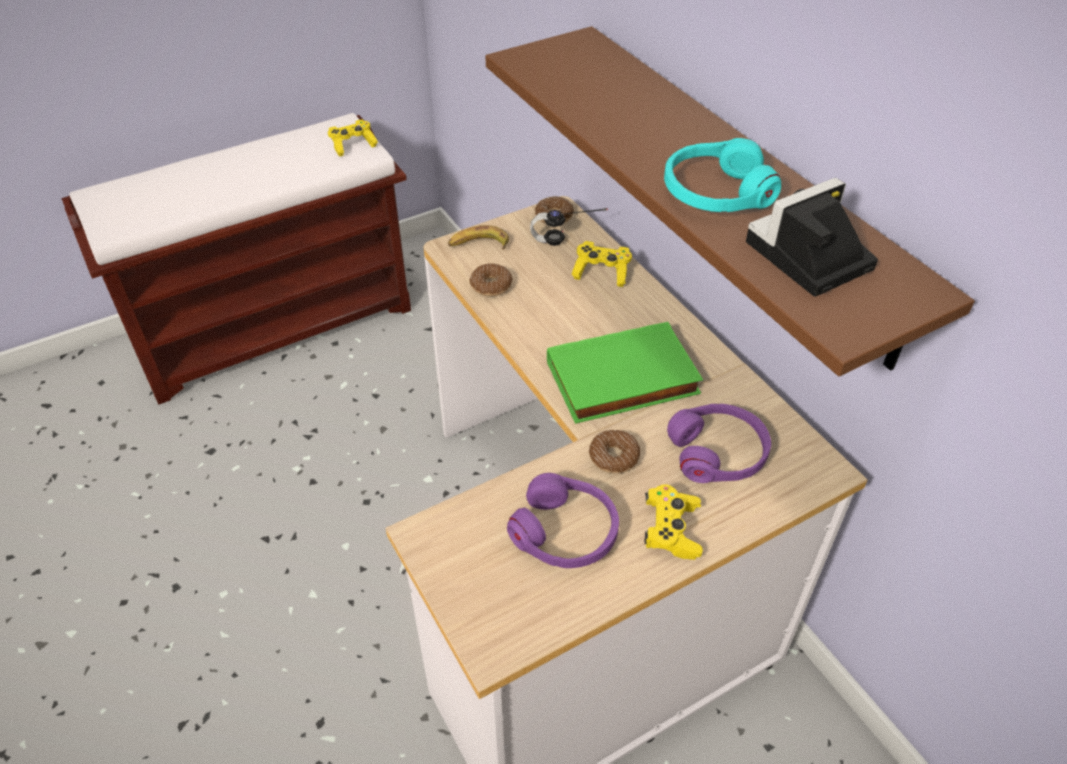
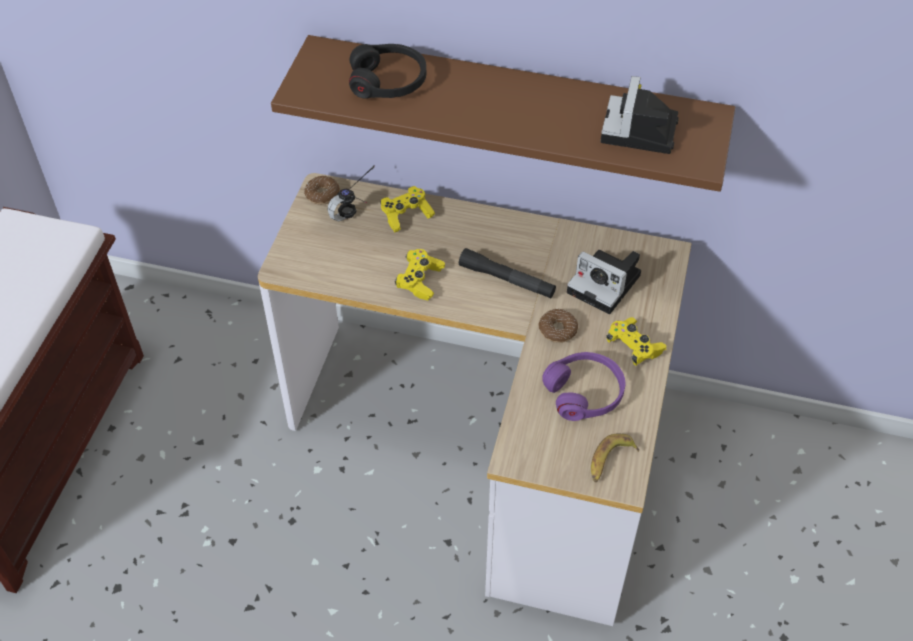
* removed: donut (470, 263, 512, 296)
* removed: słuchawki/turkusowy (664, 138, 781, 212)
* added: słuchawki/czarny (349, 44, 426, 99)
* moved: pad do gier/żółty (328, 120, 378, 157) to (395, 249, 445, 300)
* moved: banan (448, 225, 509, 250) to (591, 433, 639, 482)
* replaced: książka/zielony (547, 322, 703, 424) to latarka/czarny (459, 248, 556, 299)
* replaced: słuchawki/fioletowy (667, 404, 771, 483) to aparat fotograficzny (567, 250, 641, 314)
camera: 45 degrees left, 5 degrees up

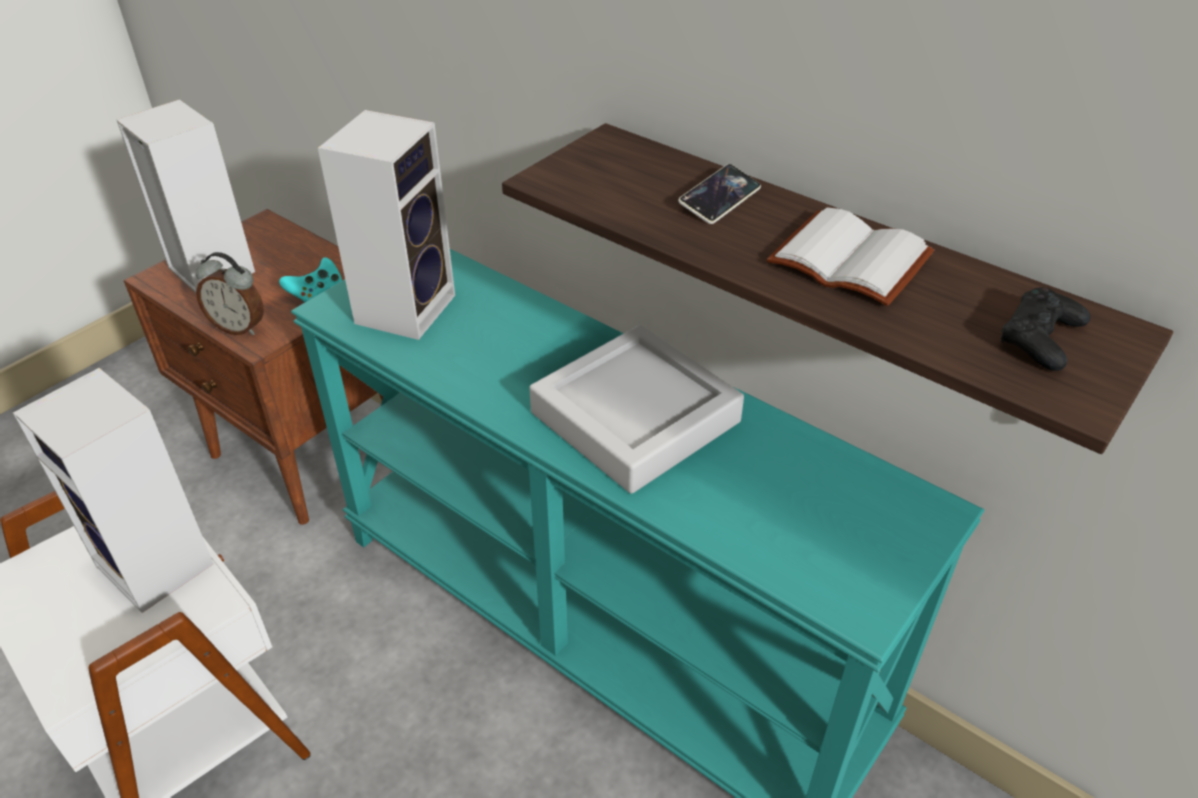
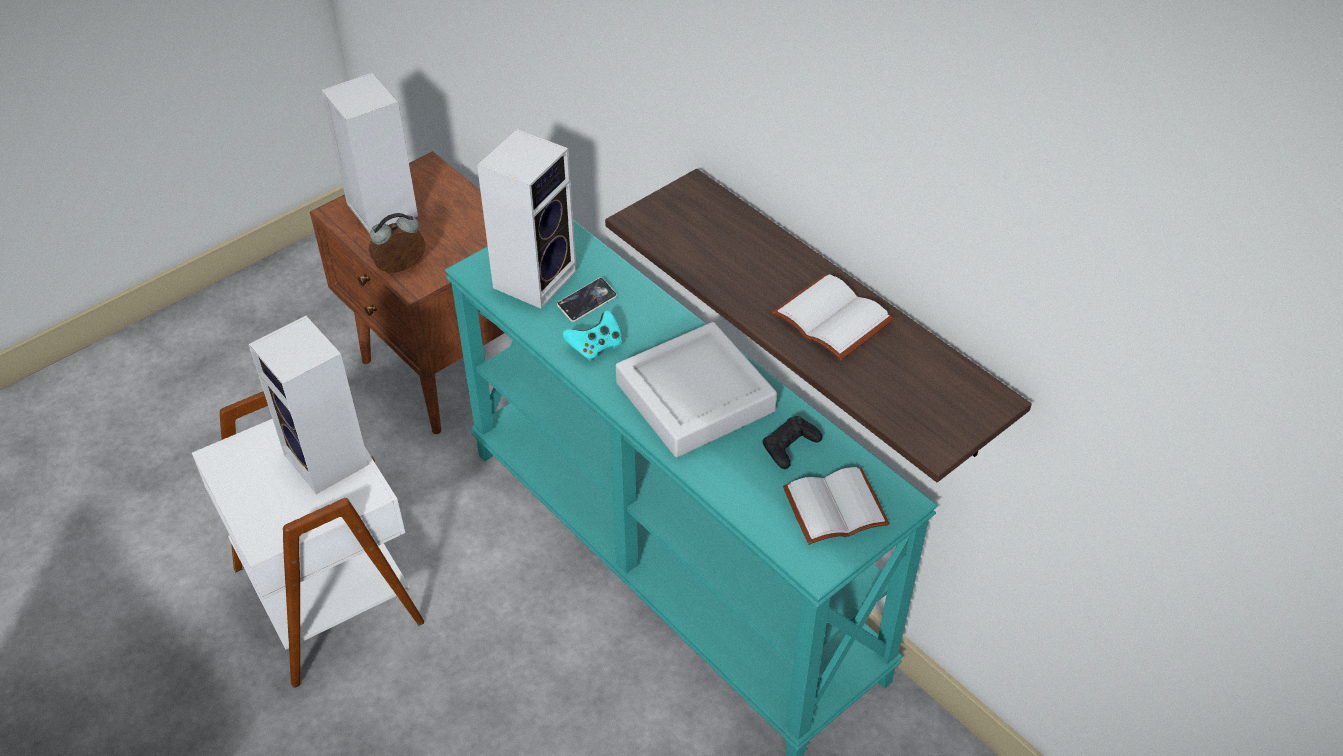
* added: książka/biały (783, 467, 890, 545)
* moved: pad do gier/turkusowy (279, 257, 342, 302) to (563, 311, 622, 361)
* moved: telefon (678, 164, 761, 224) to (557, 278, 617, 322)
* moved: pad do gier/czarny (1001, 287, 1091, 371) to (763, 416, 822, 469)
* turned: budzik (196, 252, 264, 335) = (369, 213, 426, 273) 120 degrees clockwise
camera: 10 degrees right, 5 degrees up

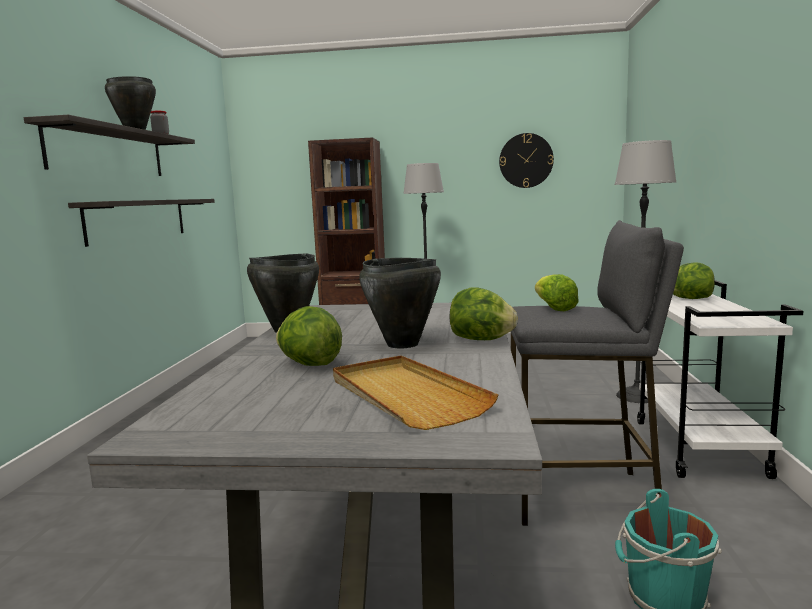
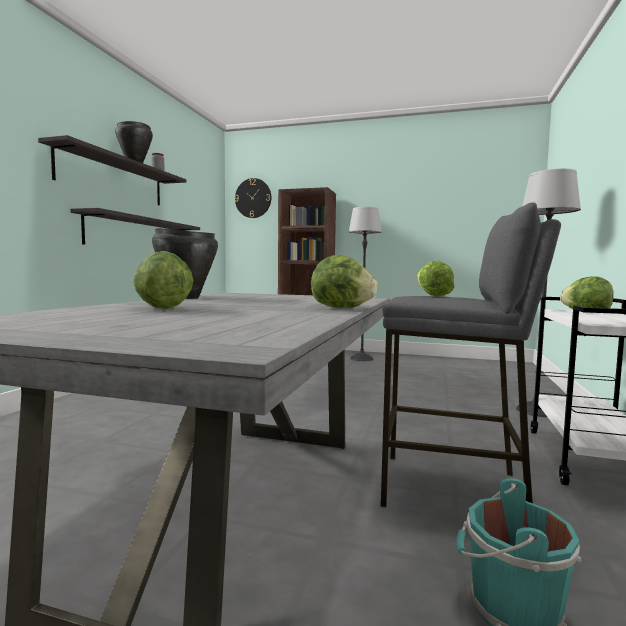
* removed: taca/beżowy (333, 355, 499, 430)
* removed: garnek/czarny (359, 258, 441, 348)
* moved: zegar ścienny (499, 133, 554, 188) to (235, 178, 271, 218)
camera: 10 degrees right, 5 degrees down

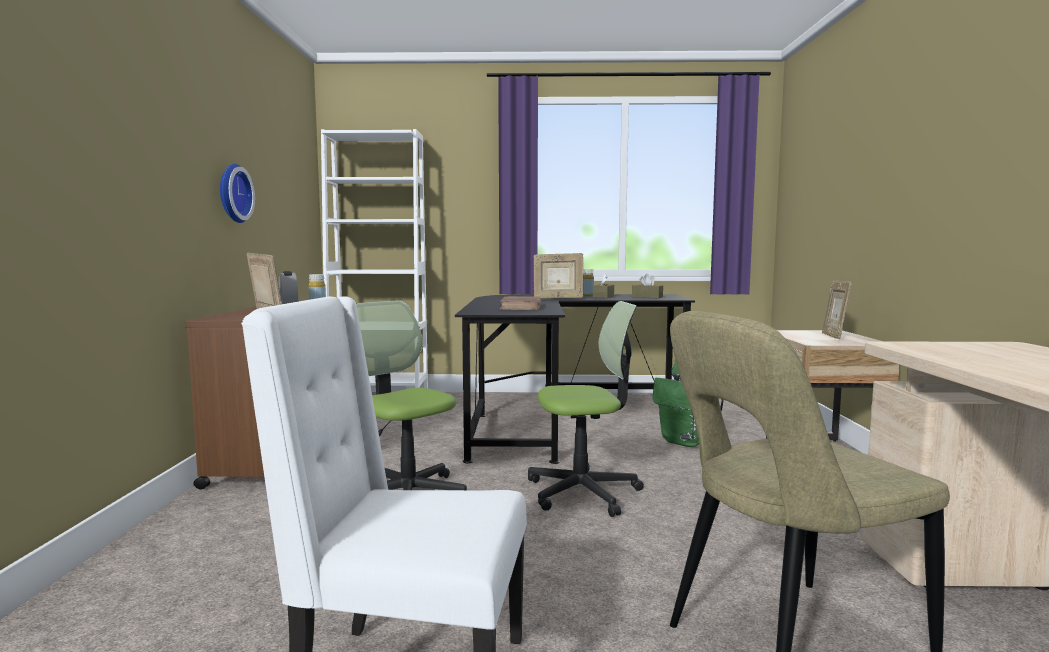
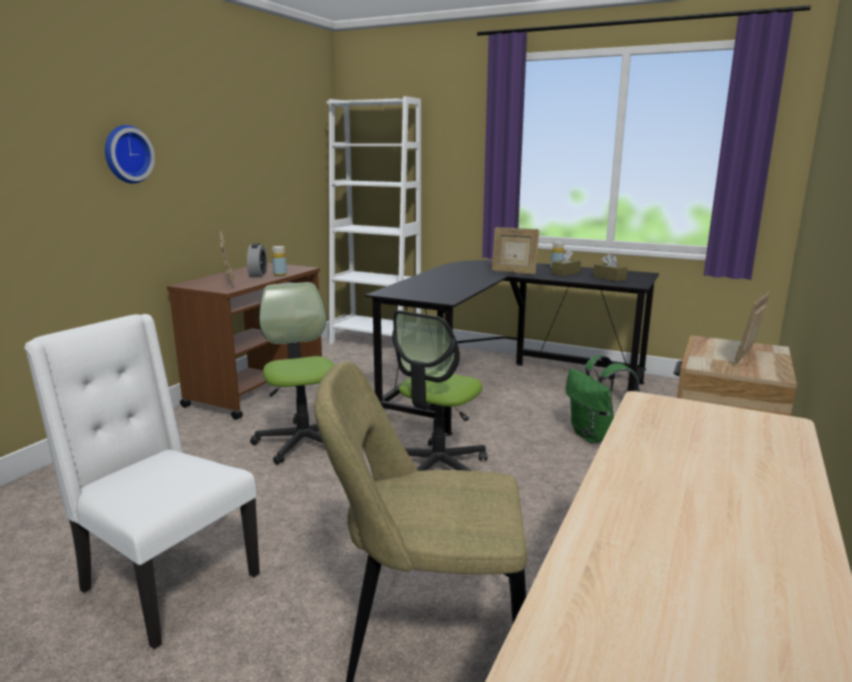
* removed: książka/brązowy (499, 296, 541, 310)
* moved: zegar ścienny (220, 164, 255, 223) to (105, 125, 155, 184)
* turned: krzesło biurowe (528, 301, 644, 517) = (392, 310, 488, 471) 105 degrees clockwise
camera: 25 degrees right, 10 degrees up

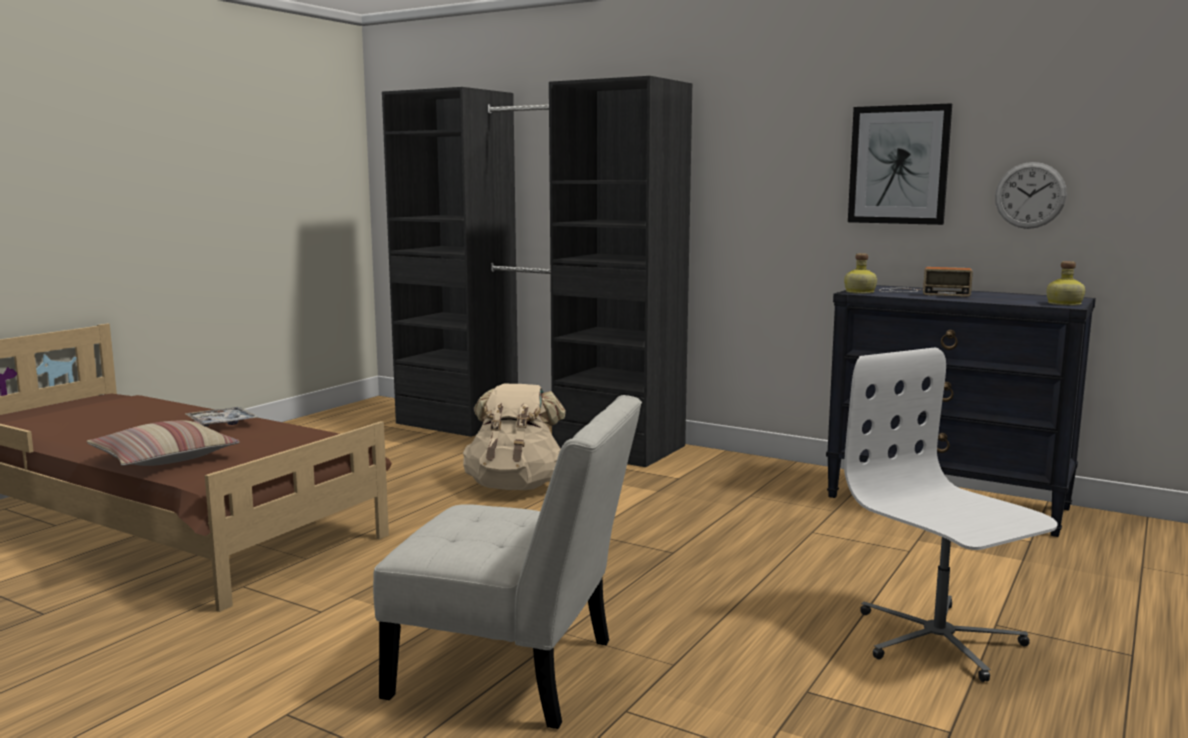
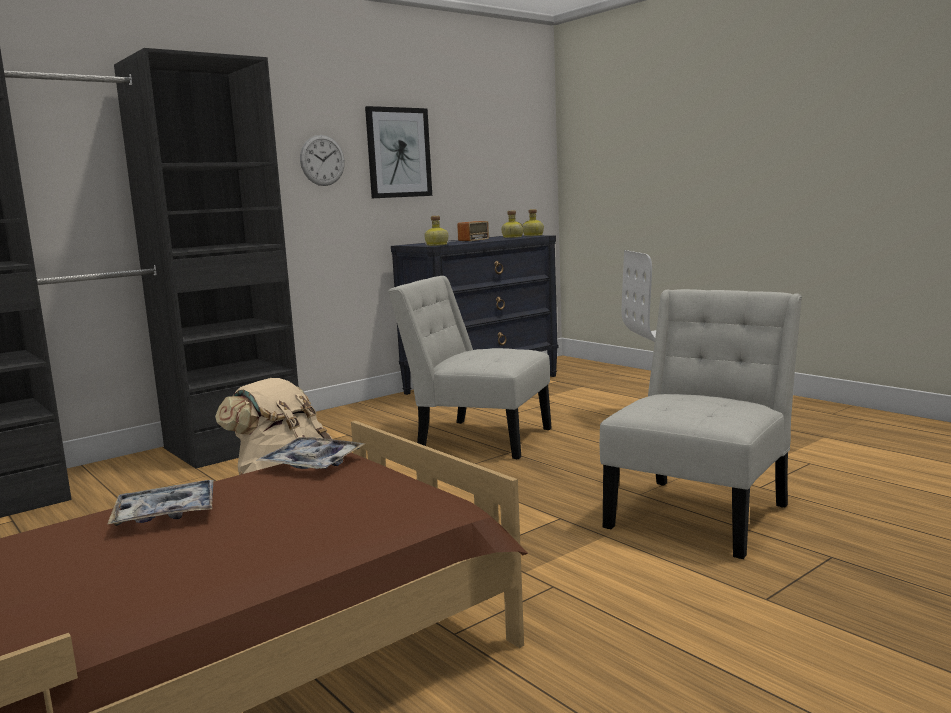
* removed: poduszka (87, 420, 239, 466)
* added: taca (256, 437, 365, 469)
* added: krzesło/biały (388, 276, 552, 459)
* added: butelka (501, 210, 523, 238)
* moved: zegar ścienny (995, 162, 1067, 229) to (300, 135, 345, 186)
camera: 70 degrees left, 0 degrees up

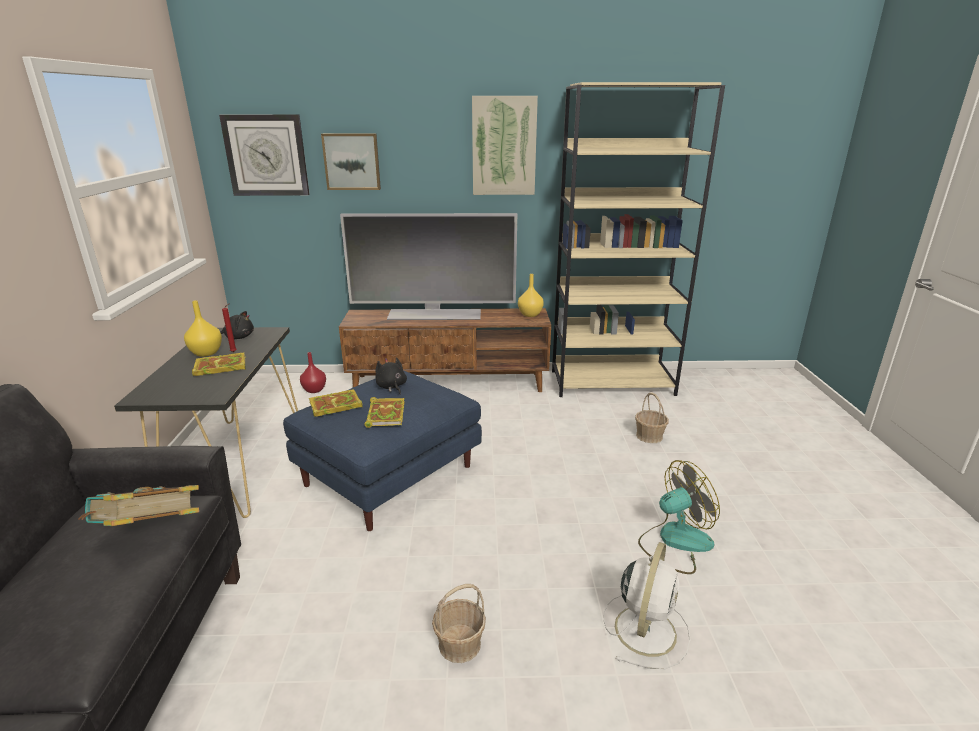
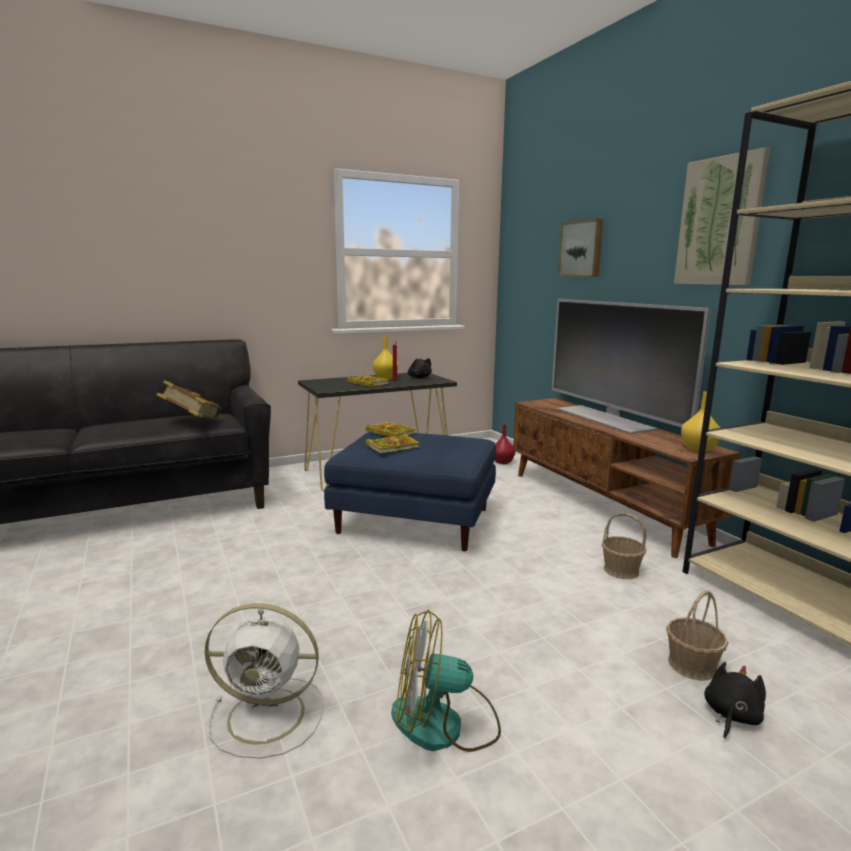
* removed: zegar ścienny (219, 115, 310, 196)
* moved: pluszak/czarny (375, 357, 407, 395) to (704, 662, 766, 739)
* moved: koszyk (432, 584, 486, 663) to (602, 513, 646, 579)
* turned: wentylator (638, 460, 720, 574) = (391, 610, 501, 752) 135 degrees clockwise
camera: 65 degrees right, 10 degrees down

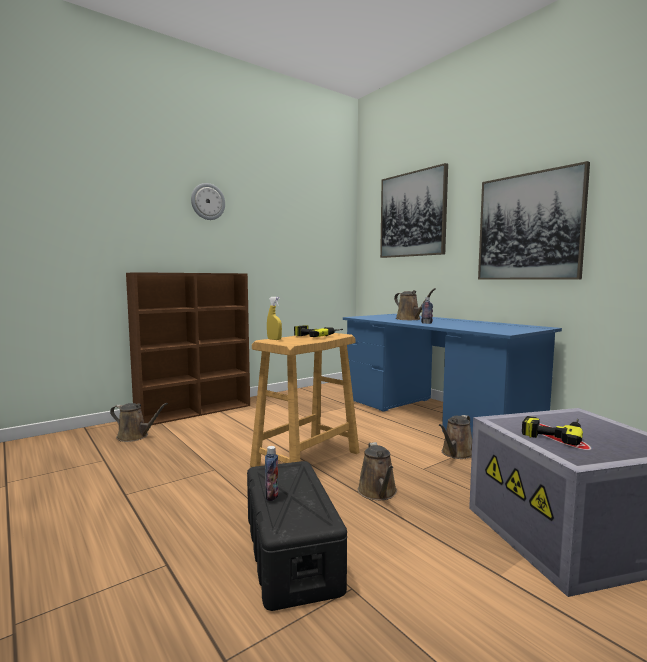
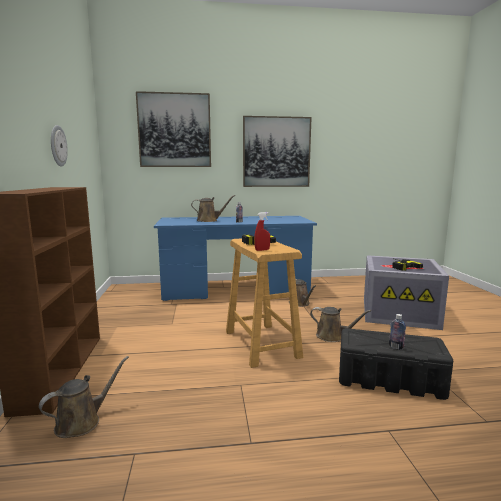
* moved: zegar ścienny (191, 183, 225, 220) to (51, 125, 68, 167)
* recoloured: spryskiwacz/żółty (267, 297, 282, 340) to spryskiwacz/czerwony (254, 212, 270, 251)
camera: 60 degrees left, 5 degrees up

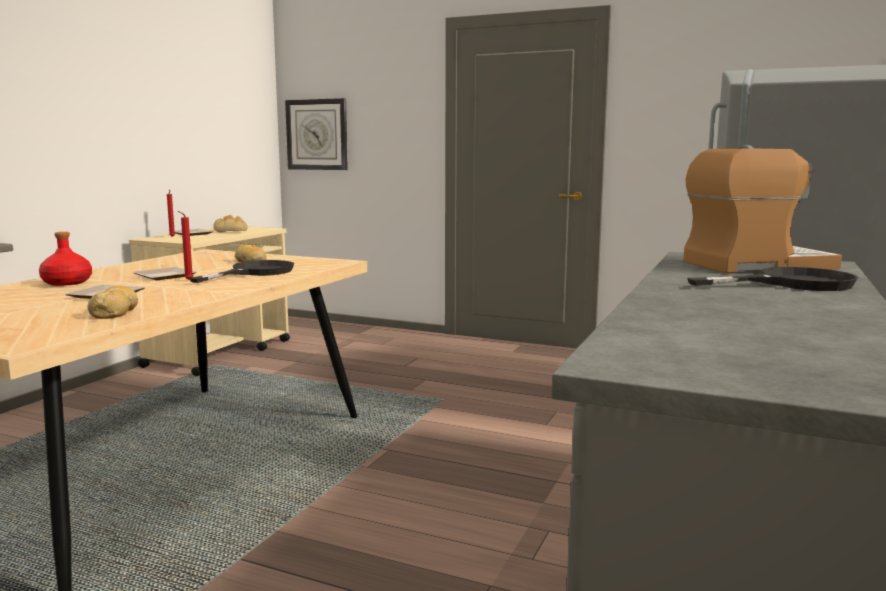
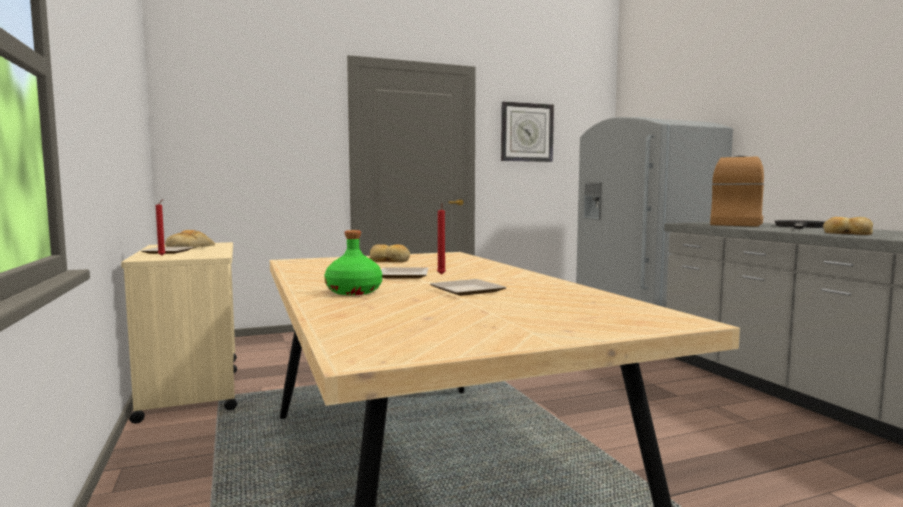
* removed: patelnia/czarny (189, 260, 294, 283)
* moved: chleb (87, 286, 138, 319) to (823, 217, 873, 235)
* moved: zegar ścienny (285, 98, 348, 170) to (501, 101, 554, 162)
* recoloured: butelka/czerwony (39, 232, 92, 286) to butelka/zielony (324, 230, 382, 295)
camera: 45 degrees left, 5 degrees down

